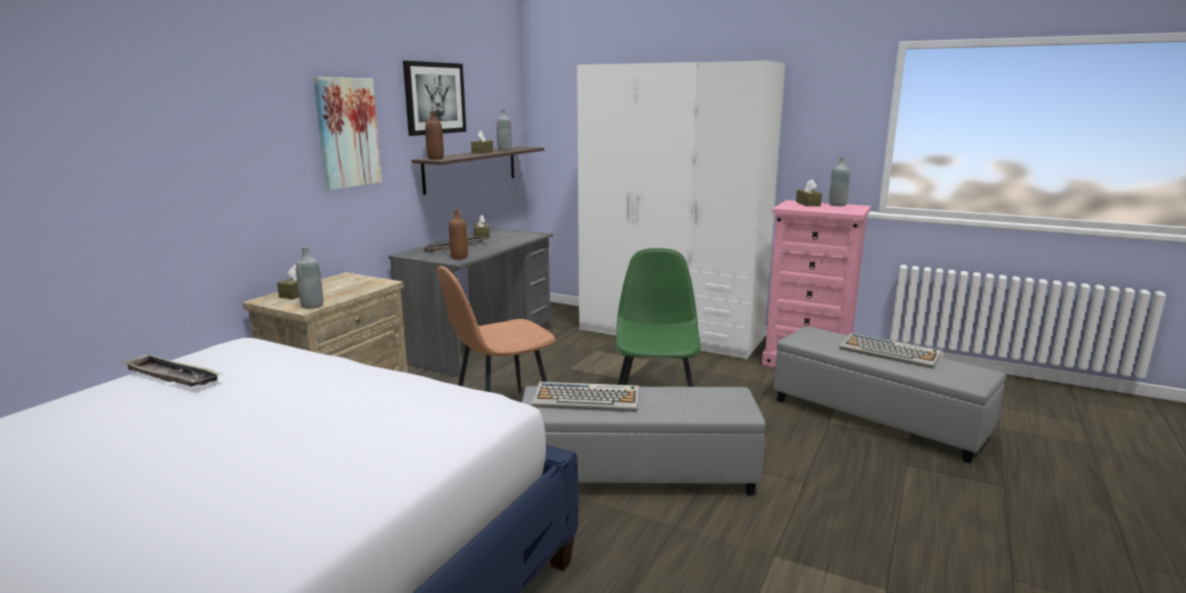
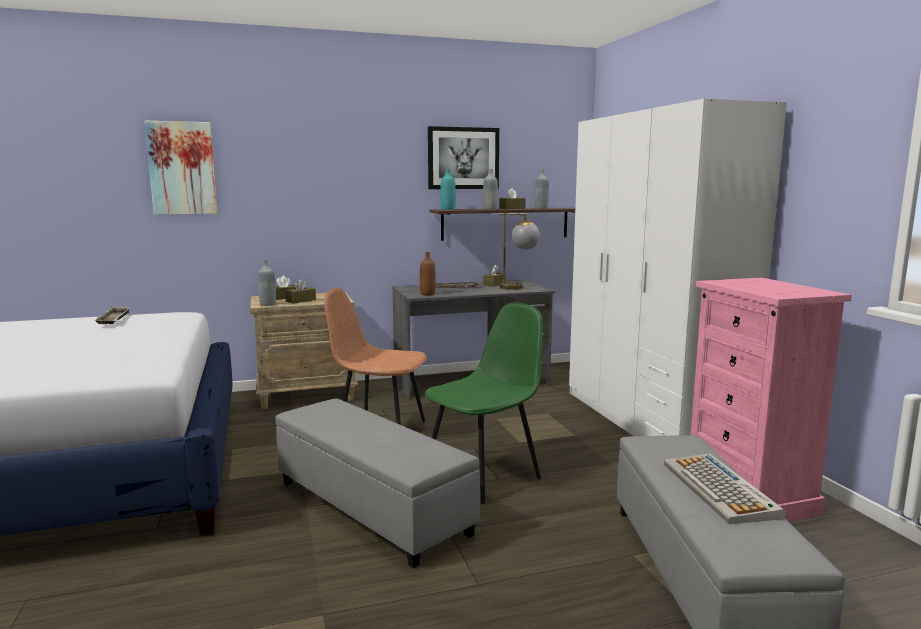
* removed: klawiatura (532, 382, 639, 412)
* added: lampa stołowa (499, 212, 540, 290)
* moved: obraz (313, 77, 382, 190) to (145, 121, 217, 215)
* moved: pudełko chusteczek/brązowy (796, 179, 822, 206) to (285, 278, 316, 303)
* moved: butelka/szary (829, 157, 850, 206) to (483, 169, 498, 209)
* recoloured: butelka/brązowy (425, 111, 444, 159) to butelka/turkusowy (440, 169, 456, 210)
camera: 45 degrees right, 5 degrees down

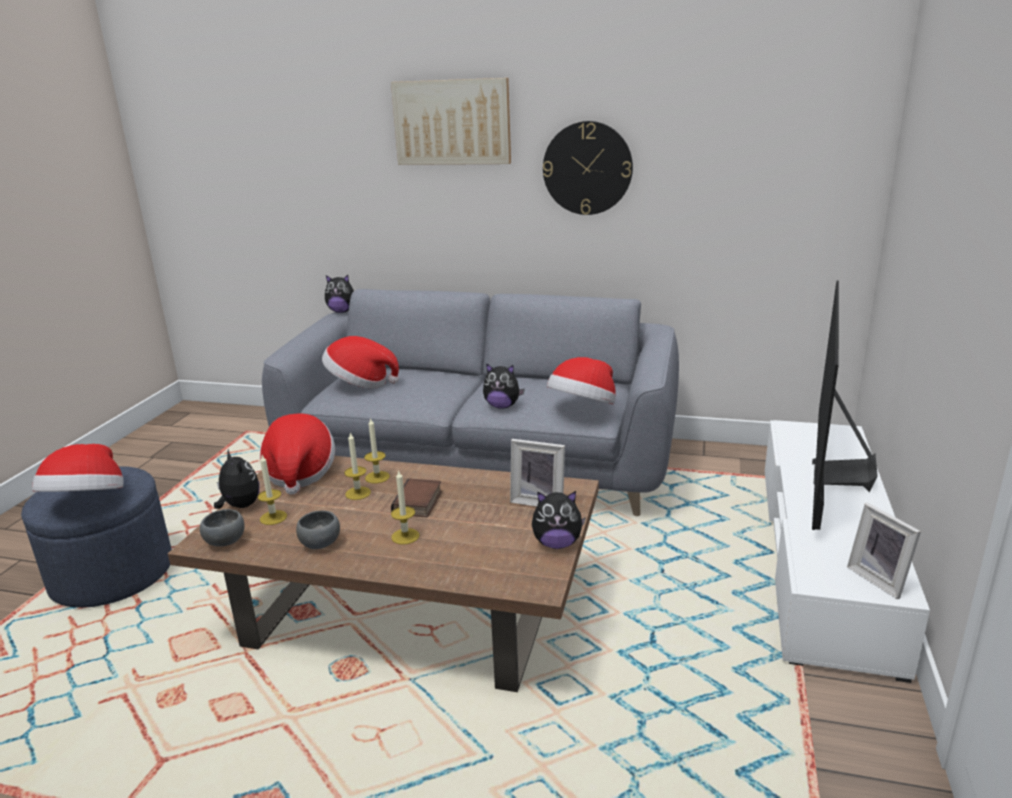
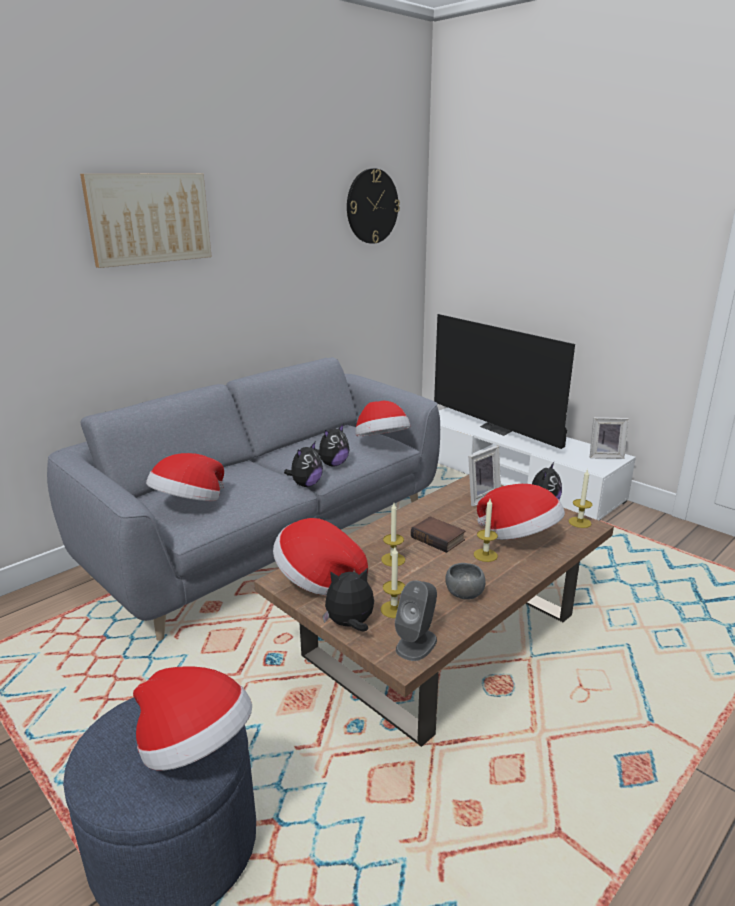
* added: kapelusz (477, 484, 565, 540)
* moved: pluszak (325, 275, 354, 313) to (284, 442, 323, 487)
* moved: świeca (364, 417, 390, 483) to (569, 469, 592, 528)
* moved: zegar ścienny (543, 121, 633, 215) to (347, 168, 400, 244)
* replaced: miska/szary (200, 509, 245, 546) to głośnik/szary (395, 580, 437, 661)
camera: 60 degrees left, 0 degrees up

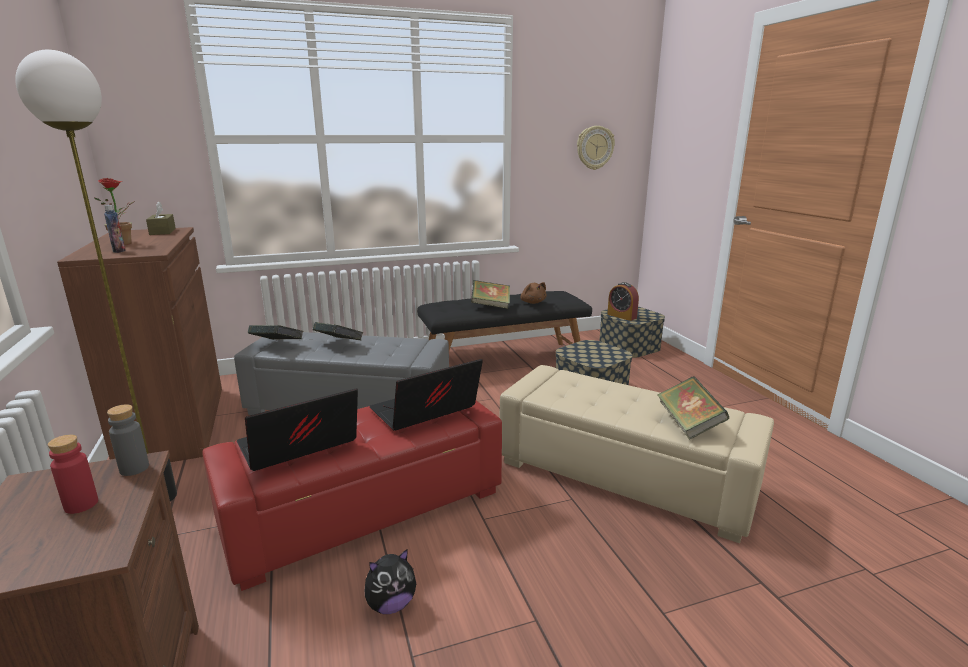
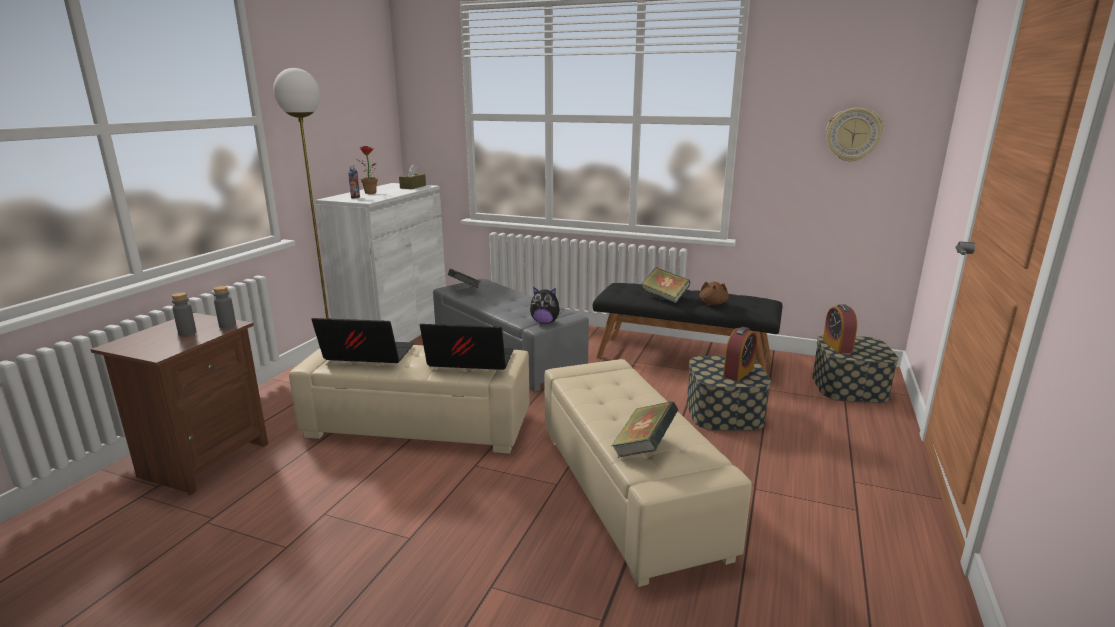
* removed: książka (313, 322, 364, 340)
* added: budzik (723, 327, 757, 381)
* moved: pluszak (365, 549, 416, 614) to (530, 287, 564, 324)
* recoloured: butelka/czerwony (48, 435, 98, 514) to butelka/szary (171, 292, 196, 336)
* recoloured: szafka/brązowy (57, 227, 222, 462) to szafka/biały (316, 183, 446, 342)
* recoloured: pufa/czerwony (202, 401, 502, 591) to pufa/beżowy (289, 345, 529, 454)
camera: 40 degrees right, 0 degrees up

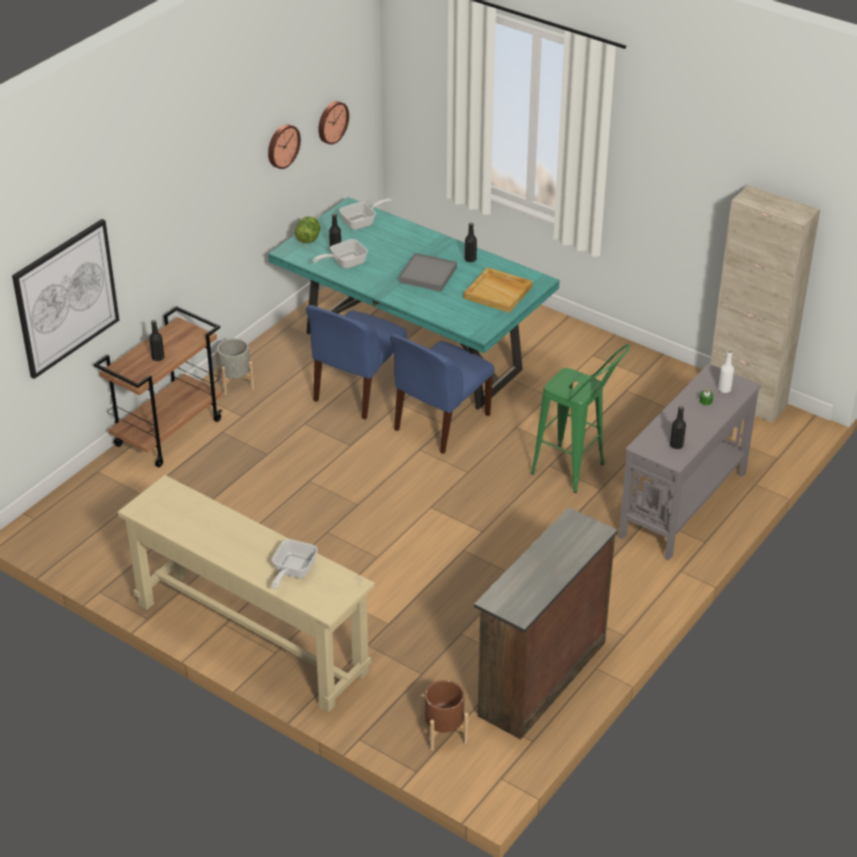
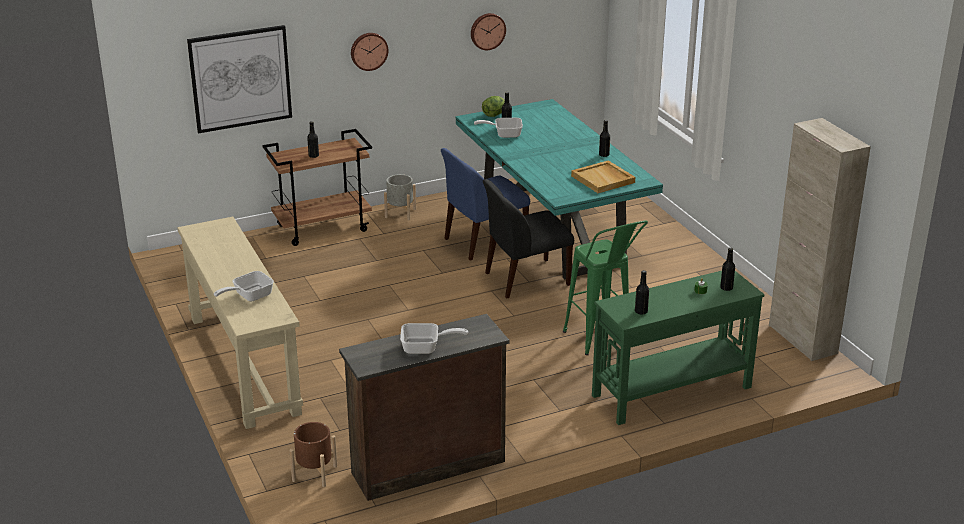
* removed: taca/szary (399, 253, 457, 292)
* moved: zegar ścienny (318, 101, 349, 145) to (351, 33, 389, 71)
* moved: patelnia (339, 198, 393, 230) to (400, 323, 468, 354)
* recoloured: krzesło/niebieski (390, 333, 494, 454) to krzesło/czarny (483, 179, 574, 299)
* recoloured: stolik konsolowy/szary (619, 364, 761, 561) to stolik konsolowy/zielony (592, 271, 764, 425)
* recoloured: butelka/biały (718, 351, 734, 393) to butelka/czarny (720, 248, 735, 291)
camera: 30 degrees right, 10 degrees down

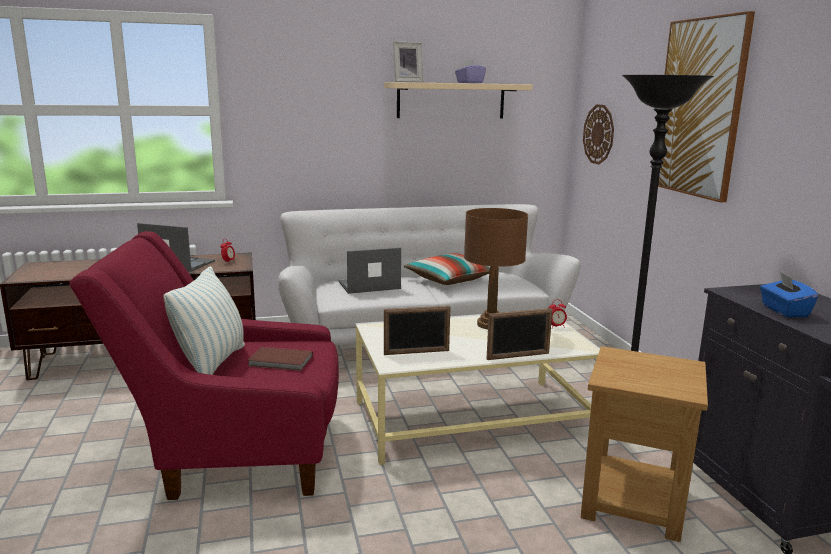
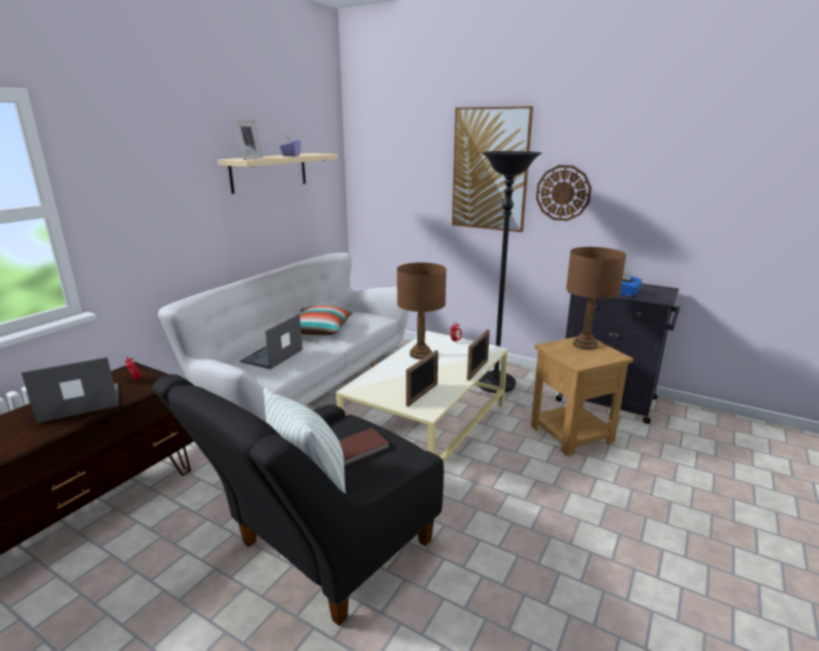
* added: lampa stołowa/brązowy (566, 247, 626, 350)
* moved: zegar ścienny (583, 104, 614, 164) to (536, 165, 592, 221)
* recoloured: fotel/czerwony (69, 231, 339, 500) to fotel/czarny (152, 374, 444, 626)
camera: 45 degrees left, 5 degrees up

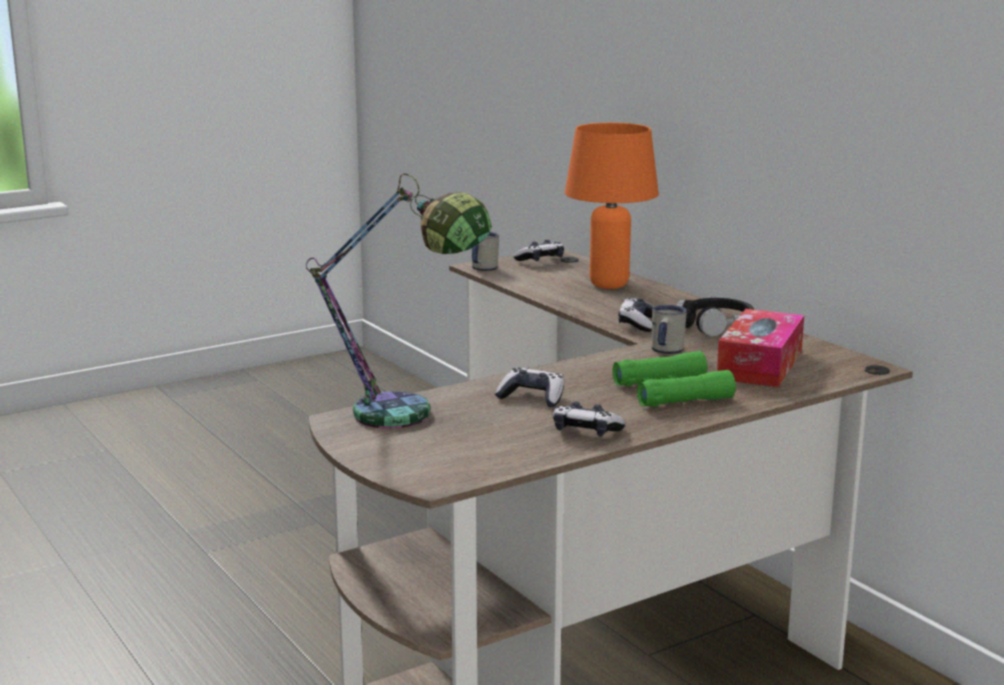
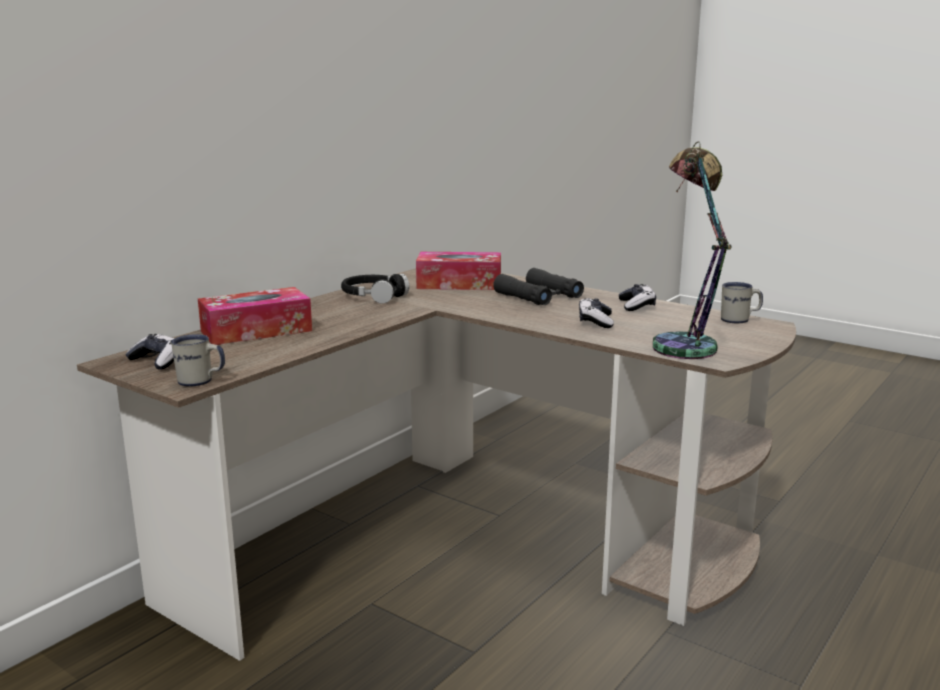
* removed: pad do gier (618, 298, 654, 332)
* moved: kubek/biały (652, 305, 687, 354) to (721, 282, 763, 324)
* replaced: lampa stołowa/pomarańczowy (565, 123, 659, 289) to pudełko chusteczek (198, 287, 312, 345)
* recoloured: lornetka/zielony (613, 351, 736, 407) to lornetka/czarny (493, 268, 584, 305)
camera: 110 degrees left, 0 degrees up

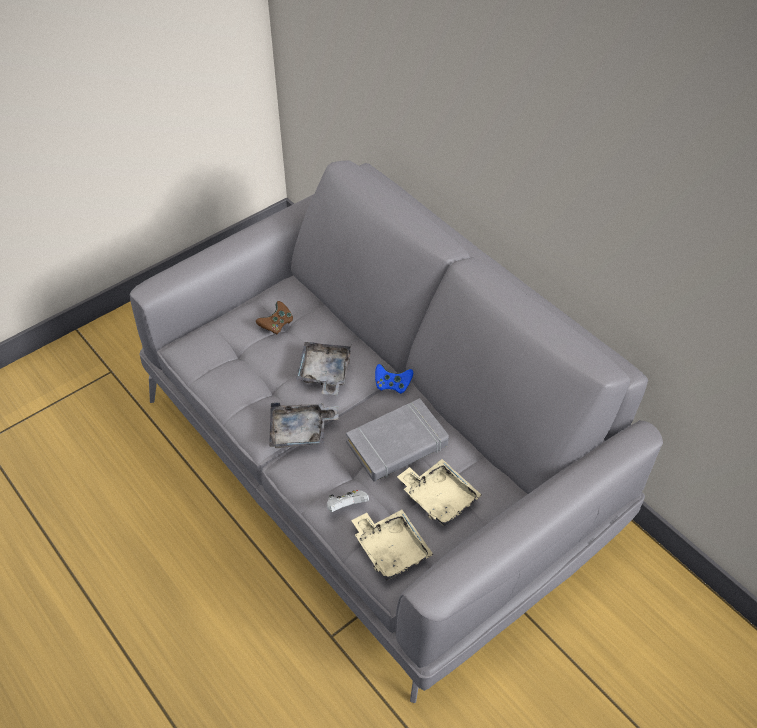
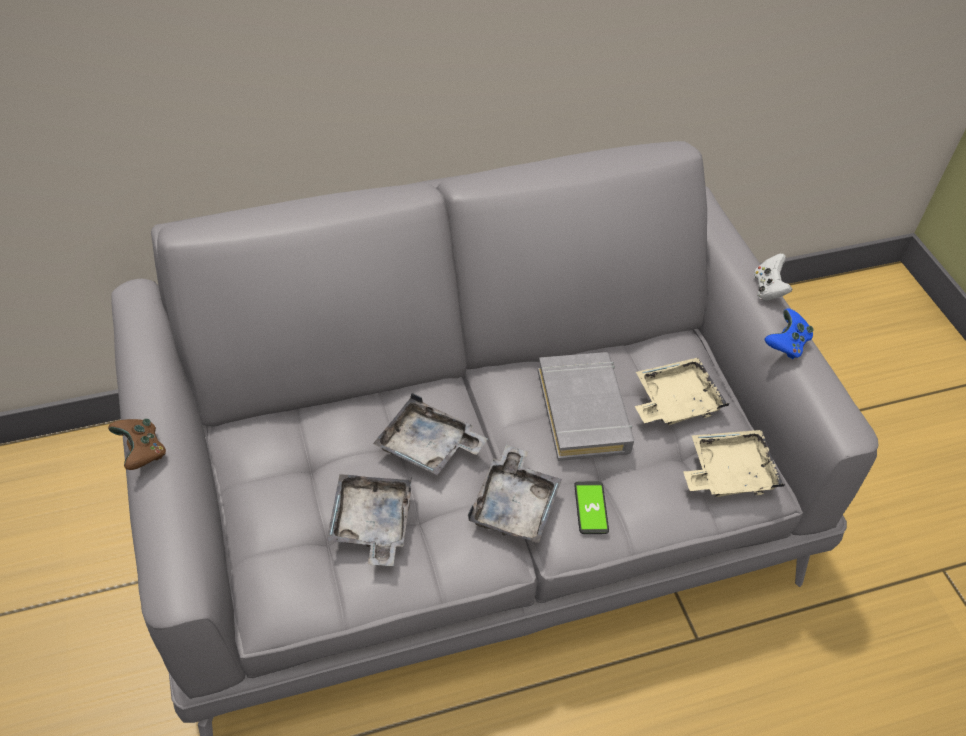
* added: taca/szary (326, 474, 412, 566)
* added: telefon (574, 482, 609, 534)
* moved: pad do gier/brązowy (256, 301, 293, 335) to (108, 418, 166, 470)
* moved: pad do gier/biały (327, 490, 369, 512) to (754, 254, 792, 301)
* moved: pad do gier/niebieski (375, 364, 413, 394) to (765, 308, 814, 359)
camera: 70 degrees left, 0 degrees up

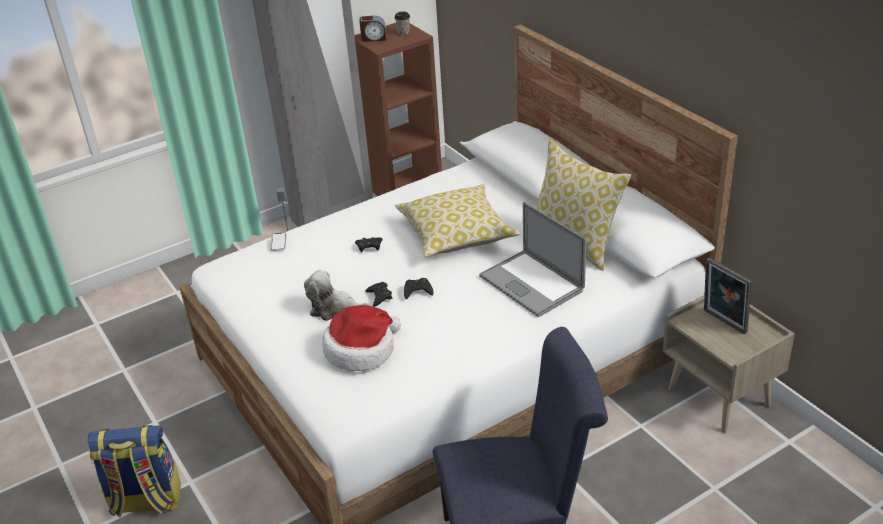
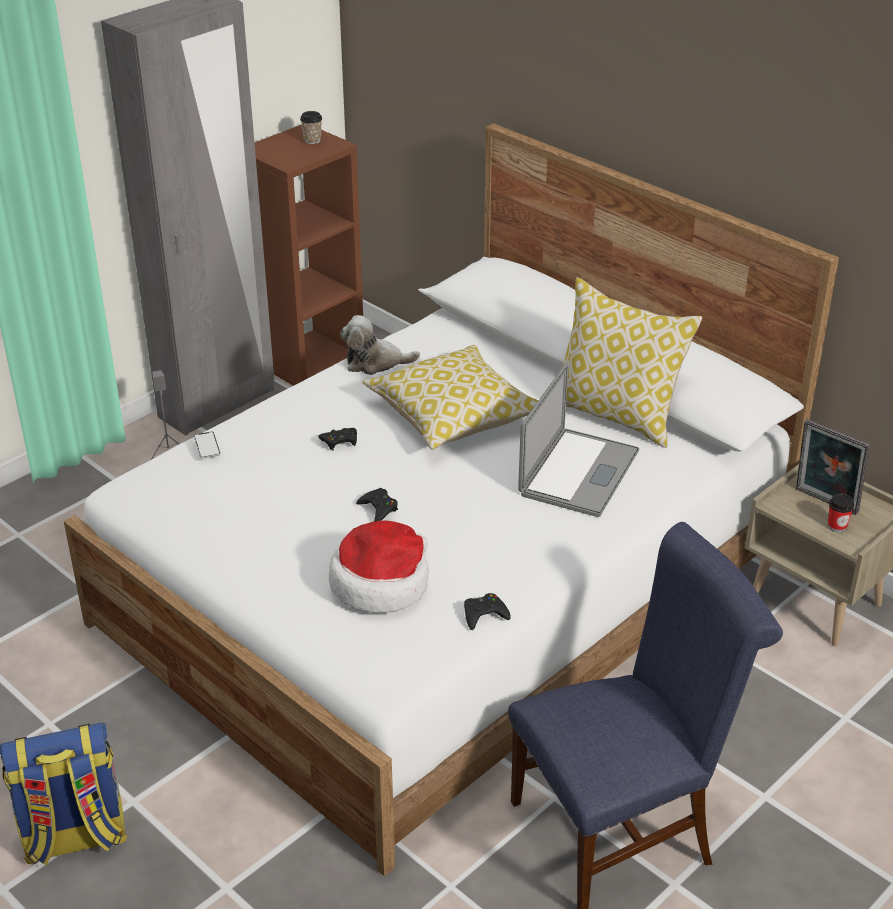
* removed: budzik (359, 16, 387, 42)
* added: filiżanka (828, 493, 854, 533)
* moved: pluszak (304, 270, 370, 321) to (340, 315, 420, 375)
* moved: pad do gier/czarny (404, 278, 433, 299) to (464, 593, 511, 630)
* turned: laptop (479, 202, 586, 317) = (518, 362, 639, 517) 105 degrees counterclockwise
camera: 15 degrees left, 0 degrees up

